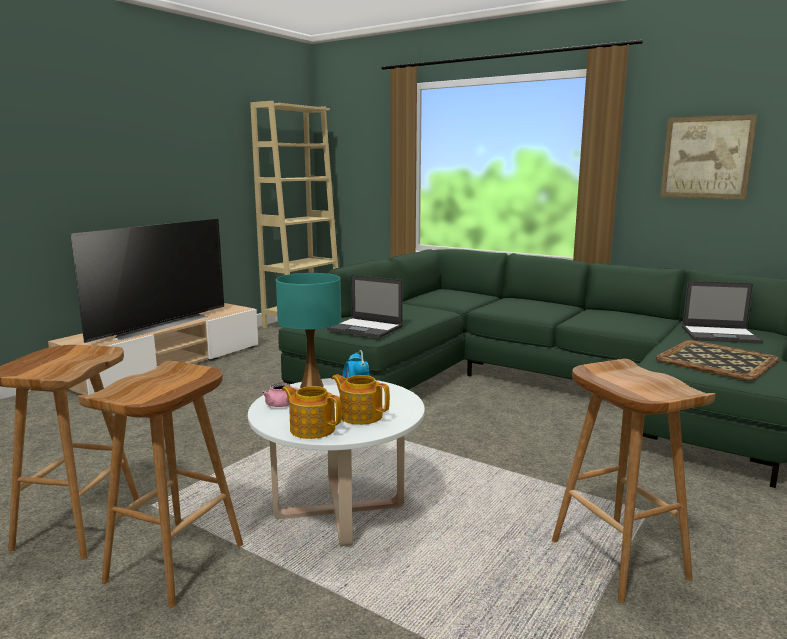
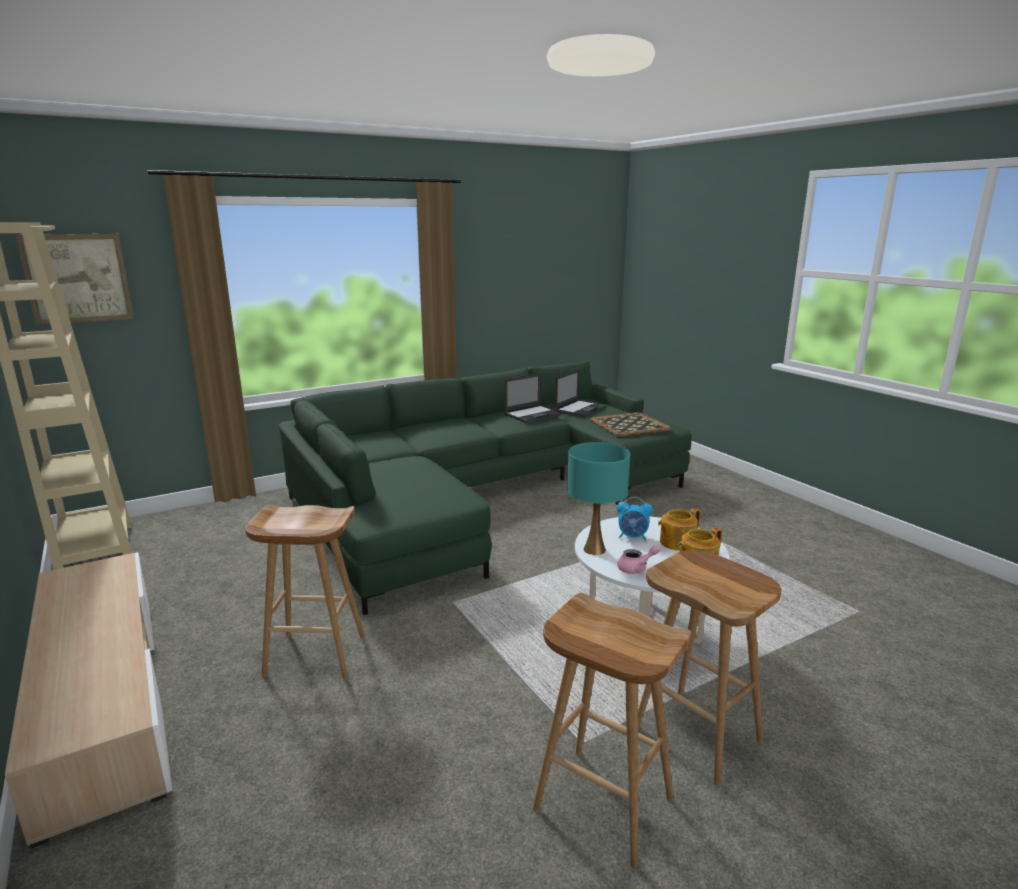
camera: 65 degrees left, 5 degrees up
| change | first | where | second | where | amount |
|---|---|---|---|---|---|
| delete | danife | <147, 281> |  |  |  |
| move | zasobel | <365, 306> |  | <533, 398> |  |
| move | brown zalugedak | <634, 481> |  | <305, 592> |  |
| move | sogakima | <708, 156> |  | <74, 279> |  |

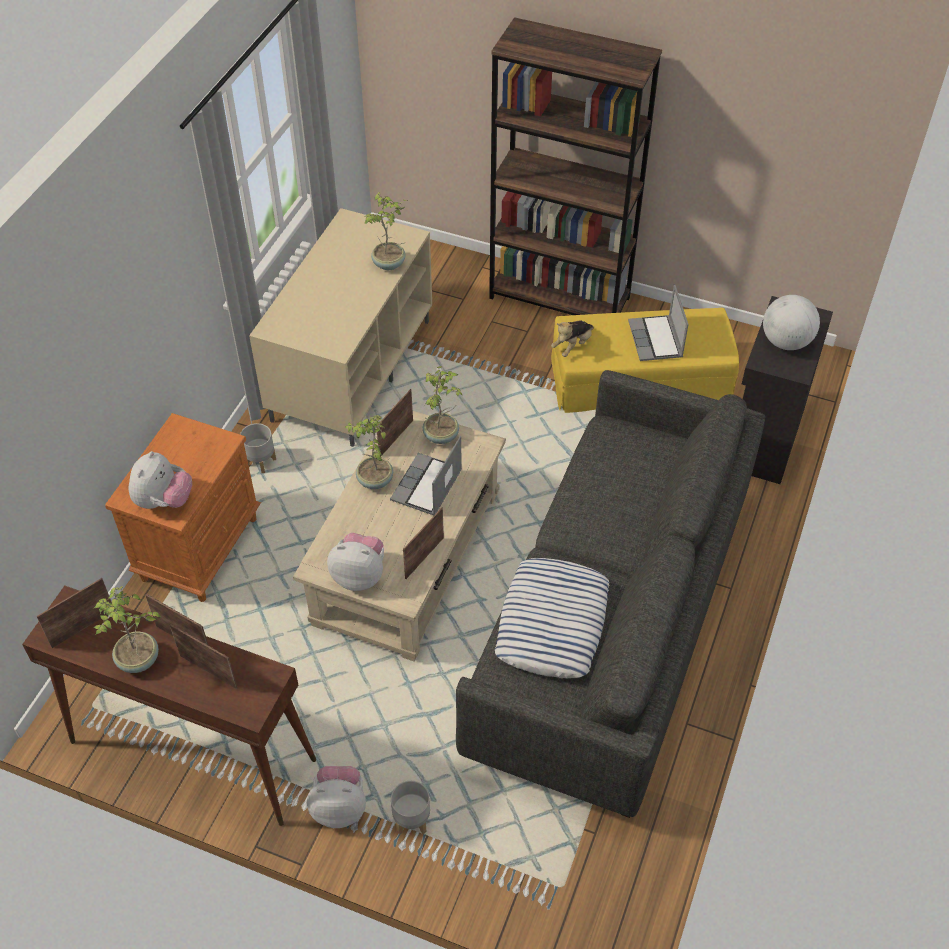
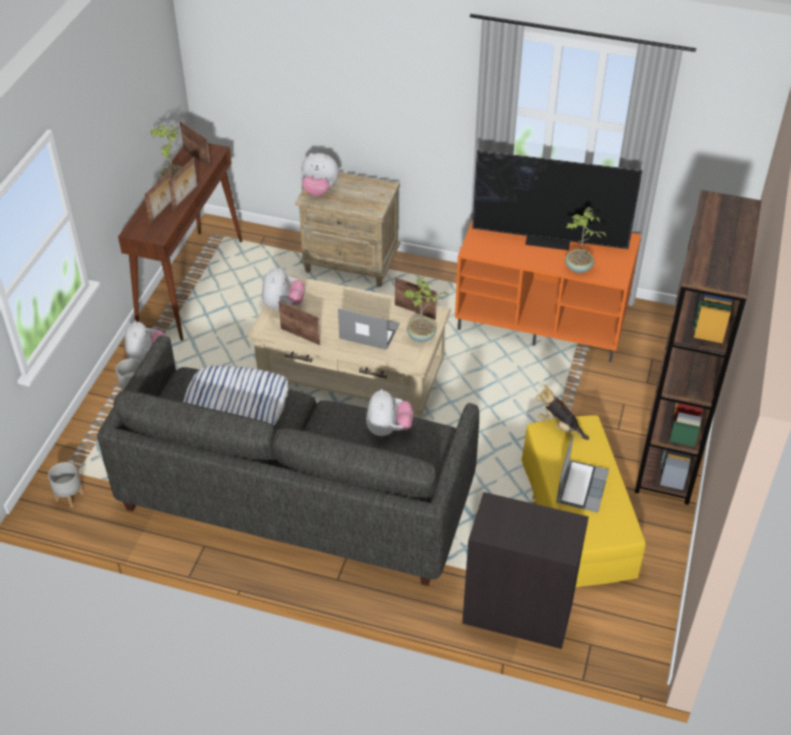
camera: 85 degrees right, 5 degrees down
| change | first | where | second | where | amount |
|---|---|---|---|---|---|
| recolor | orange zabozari | <183, 507> | beige zabozari | <348, 229> |  |
| move | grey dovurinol | <258, 448> |  | <66, 485> |  |
| recolor | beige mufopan | <340, 327> | orange mufopan | <548, 290> |  |
| delete | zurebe | <369, 452> |  |  |  |
| rotate | zasobel | <658, 322> |  | <582, 473> | 120 degrees clockwise |
| delete | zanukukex | <791, 322> |  |  |  |
| insert |  |  | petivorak | <389, 412> |  |
| insert |  |  | danife | <557, 200> |  |

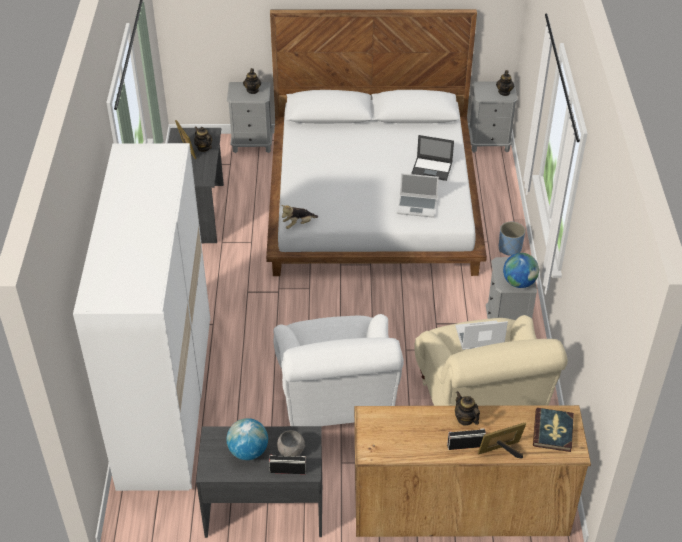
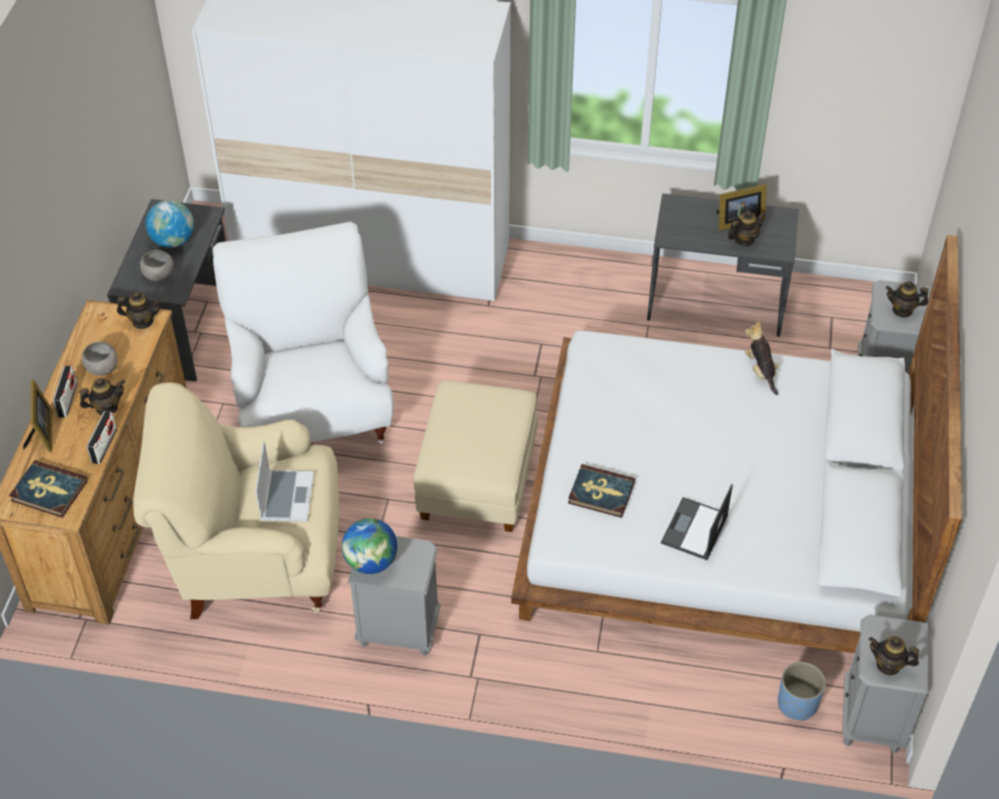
camera: 100 degrees right, 5 degrees up
| change | first | where | second | where | amount |
|---|---|---|---|---|---|
| move | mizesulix | <287, 464> |  | <102, 437> |  |
| rotate | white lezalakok | <338, 370> |  | <302, 333> | 75 degrees clockwise |
| move | petivorak | <299, 217> |  | <762, 357> |  |
| replace | zasobel | <418, 195> | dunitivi | <601, 491> |  |
| move | blue dovurinol | <512, 239> |  | <802, 691> |  |
| insert |  |  | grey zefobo | <100, 358> |  |
| insert |  |  | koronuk | <139, 310> |  |
| insert |  |  | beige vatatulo | <475, 456> |  |

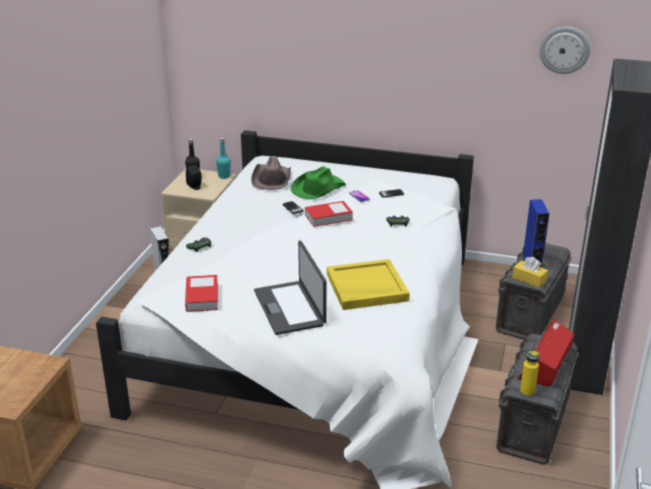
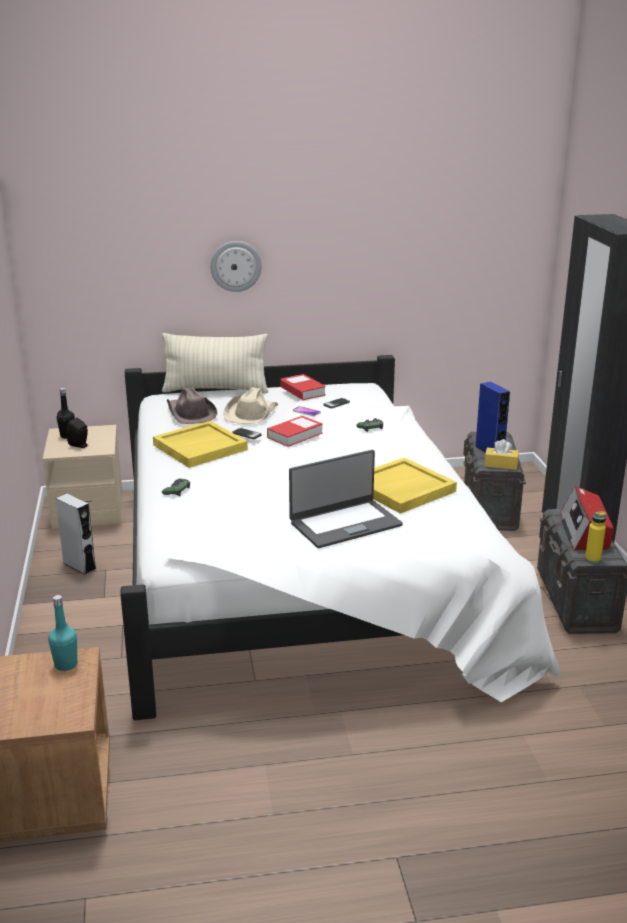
camera: 25 degrees left, 5 degrees down
| change | first | where | second | where | amount |
|---|---|---|---|---|---|
| move | dunitivi | <201, 293> |  | <303, 387> |  |
| move | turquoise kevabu | <223, 158> |  | <63, 633> |  |
| rotate | zasobel | <290, 287> |  | <346, 499> | 75 degrees counterclockwise |
| recolor | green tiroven | <318, 182> | beige tiroven | <250, 405> |  |
| move | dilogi | <565, 50> |  | <236, 266> |  |
| insert |  |  | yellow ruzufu | <200, 444> |  |
| insert |  |  | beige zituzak | <215, 363> |  |

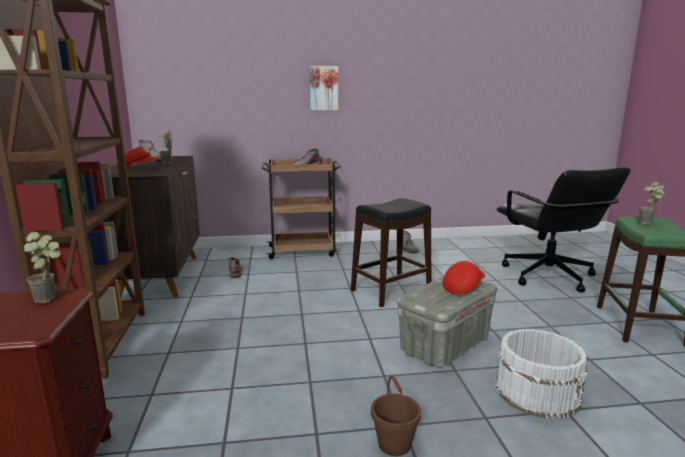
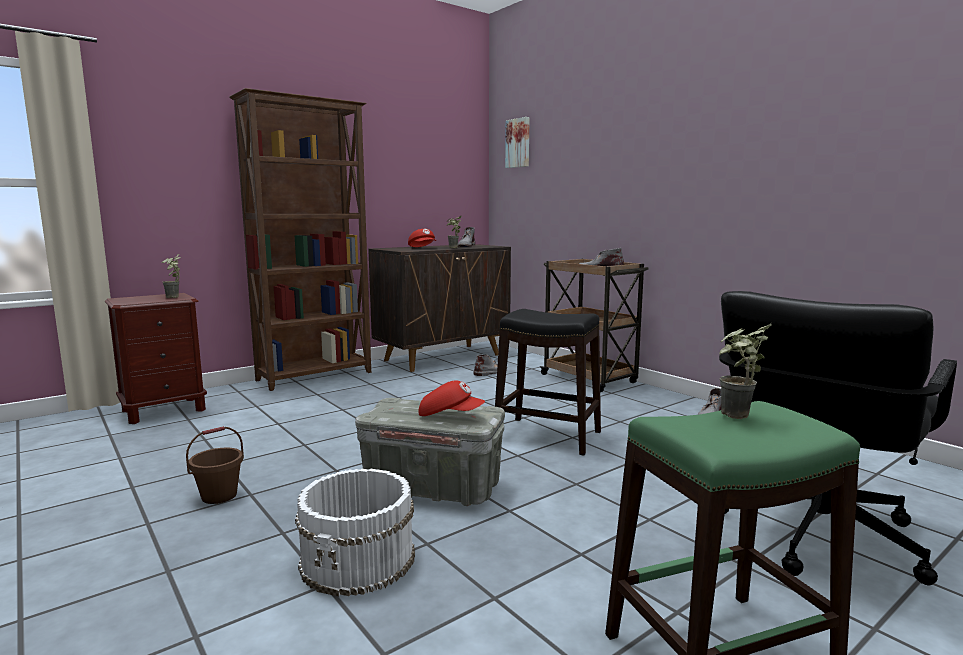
camera: 60 degrees right, 5 degrees down
| change | first | where | second | where | amount |
|---|---|---|---|---|---|
| move | sogakima | <324, 88> |  | <517, 142> |  |

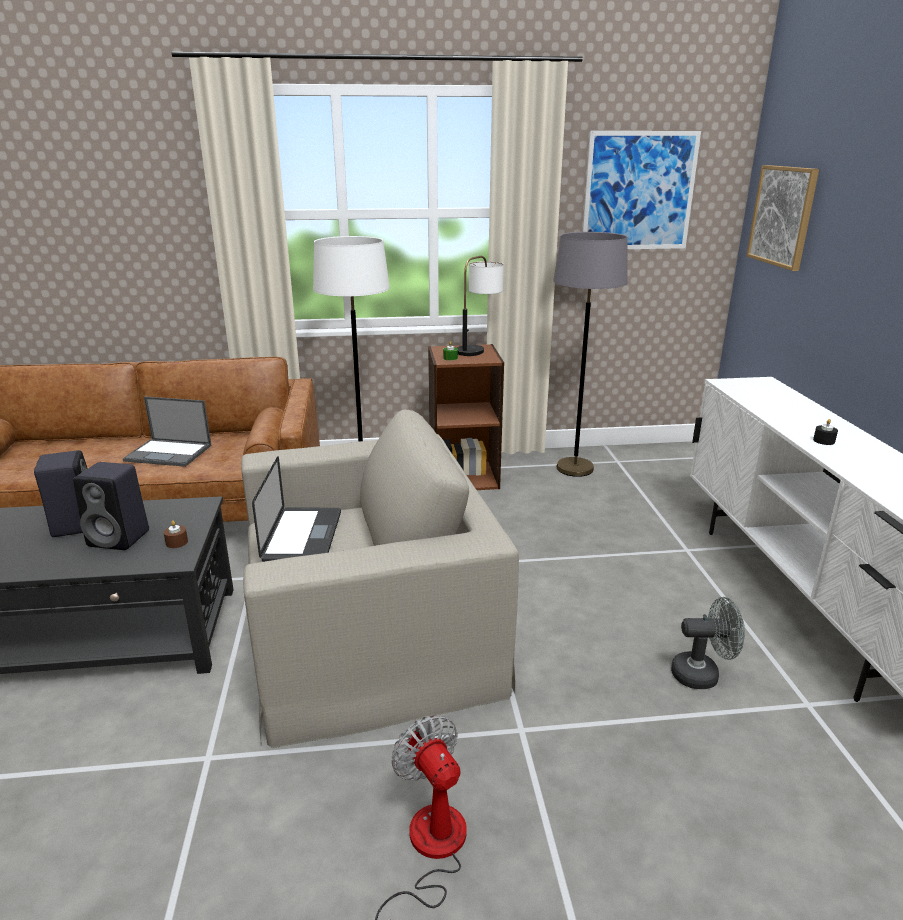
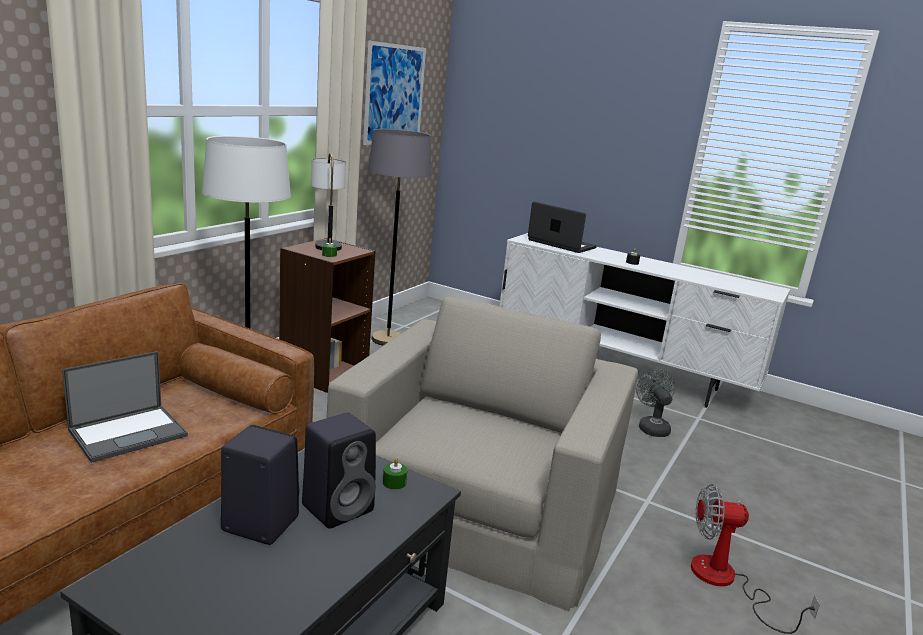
camera: 55 degrees left, 5 degrees down
| change | first | where | second | where | amount |
|---|---|---|---|---|---|
| recolor | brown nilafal | <176, 534> | green nilafal | <395, 474> |  |
| move | zasobel | <296, 509> |  | <562, 227> |  |
| rotate | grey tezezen | <708, 643> |  | <656, 403> | 45 degrees counterclockwise |
| delete | sogakima | <783, 218> |  |  |  |

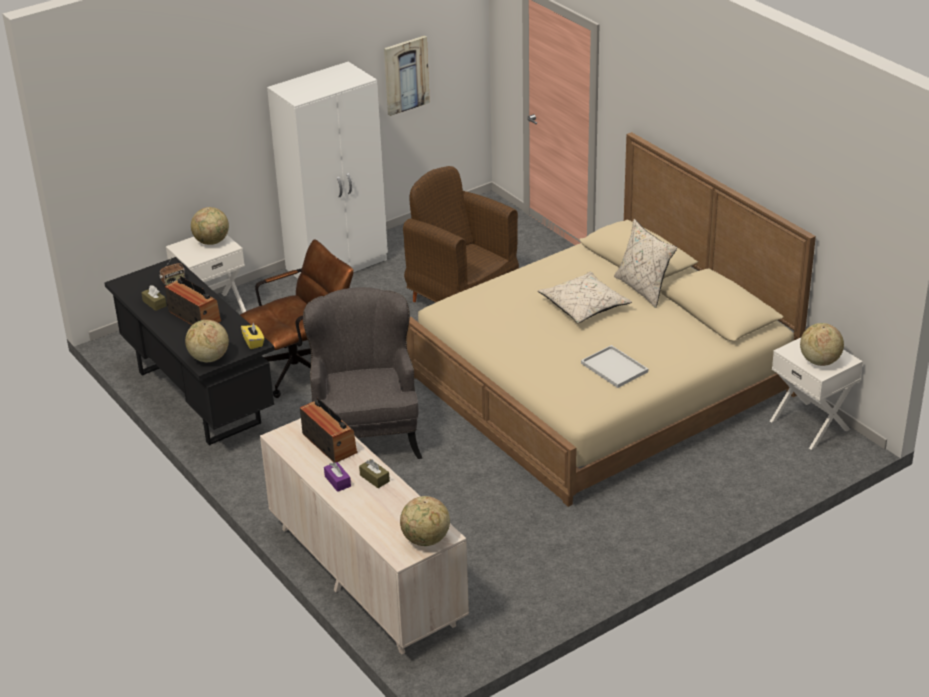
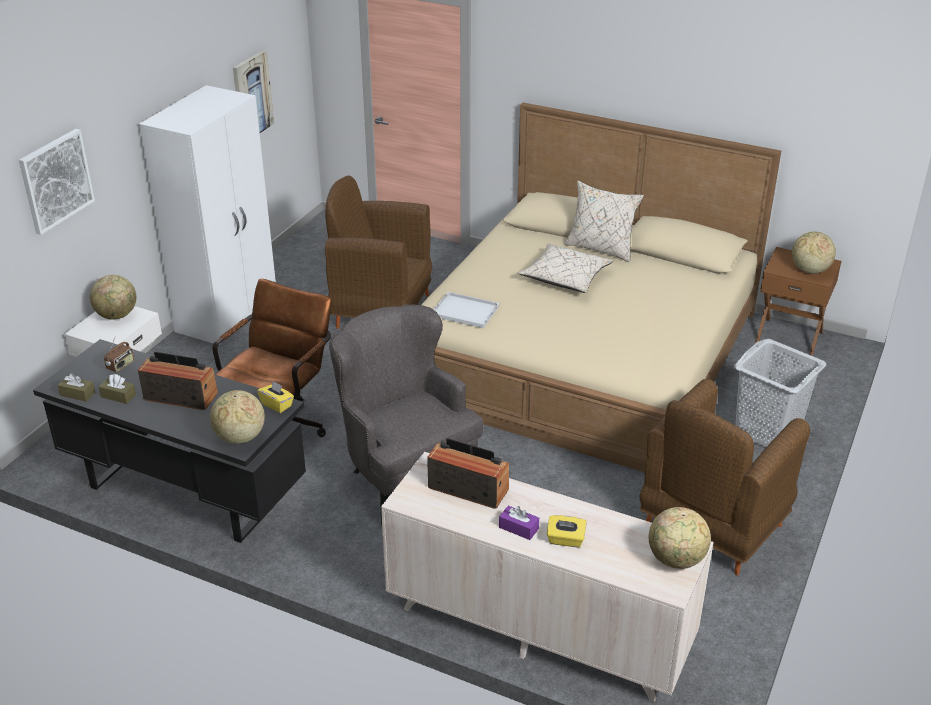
camera: 30 degrees left, 0 degrees up
| change | first | where | second | where | amount |
|---|---|---|---|---|---|
| move | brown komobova | <374, 473> |  | <77, 387> |  |
| move | white ruzufu | <614, 366> |  | <466, 310> |  |
| recolor | white zabozari | <816, 394> | brown zabozari | <798, 301> |  |
| insert |  |  | sogakima | <57, 182> |  |
| insert |  |  | yellow komobova | <567, 531> |  |
| insert |  |  | brown lezalakok | <724, 477> |  |
| insert |  |  | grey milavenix | <780, 393> |  |

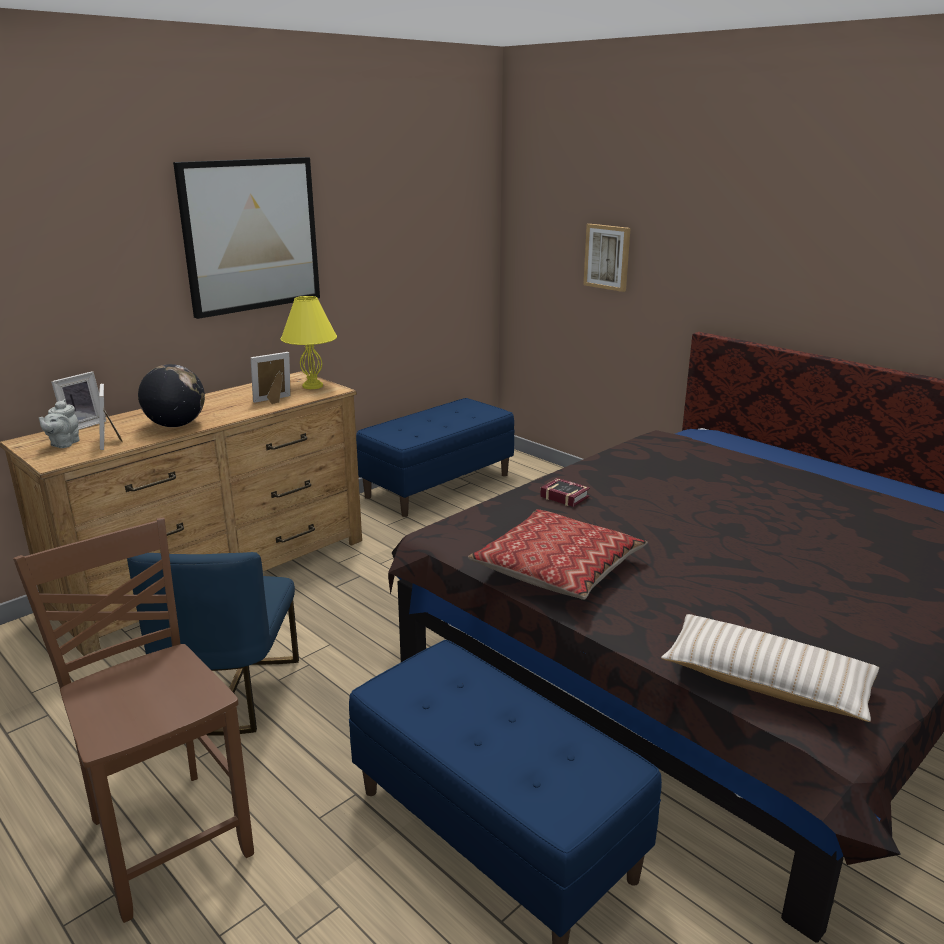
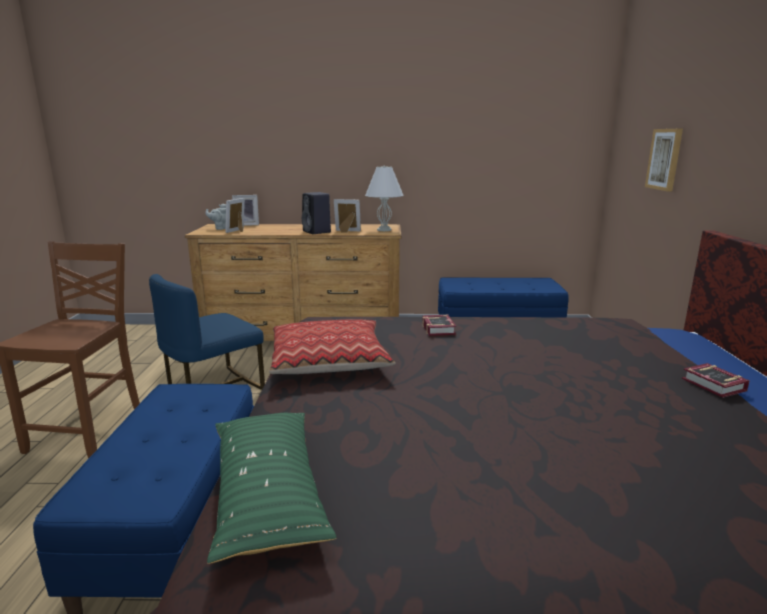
camera: 45 degrees right, 5 degrees down
| change | first | where | second | where | amount |
|---|---|---|---|---|---|
| delete | zanukukex | <171, 395> |  |  |  |
| delete | sogakima | <246, 238> |  |  |  |
| recolor | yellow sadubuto | <309, 342> | white sadubuto | <384, 198> |  |
| recolor | beige zituzak | <770, 668> | green zituzak | <272, 488> |  |
| insert |  |  | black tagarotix | <316, 213> |  |
| insert |  |  | dunitivi | <715, 380> |  |

